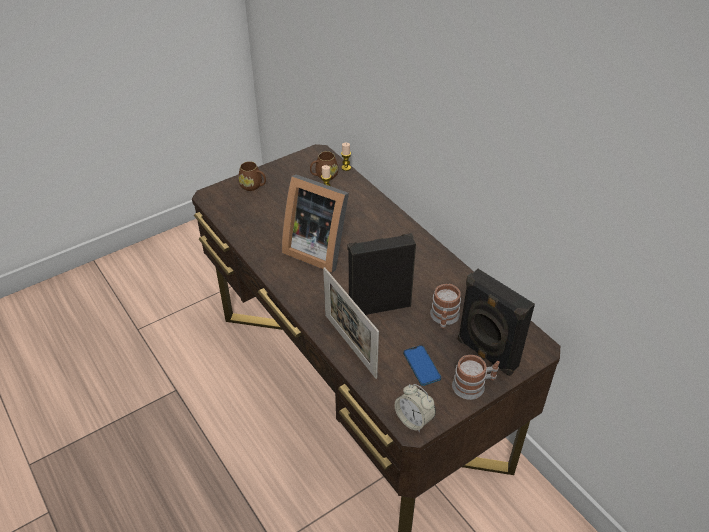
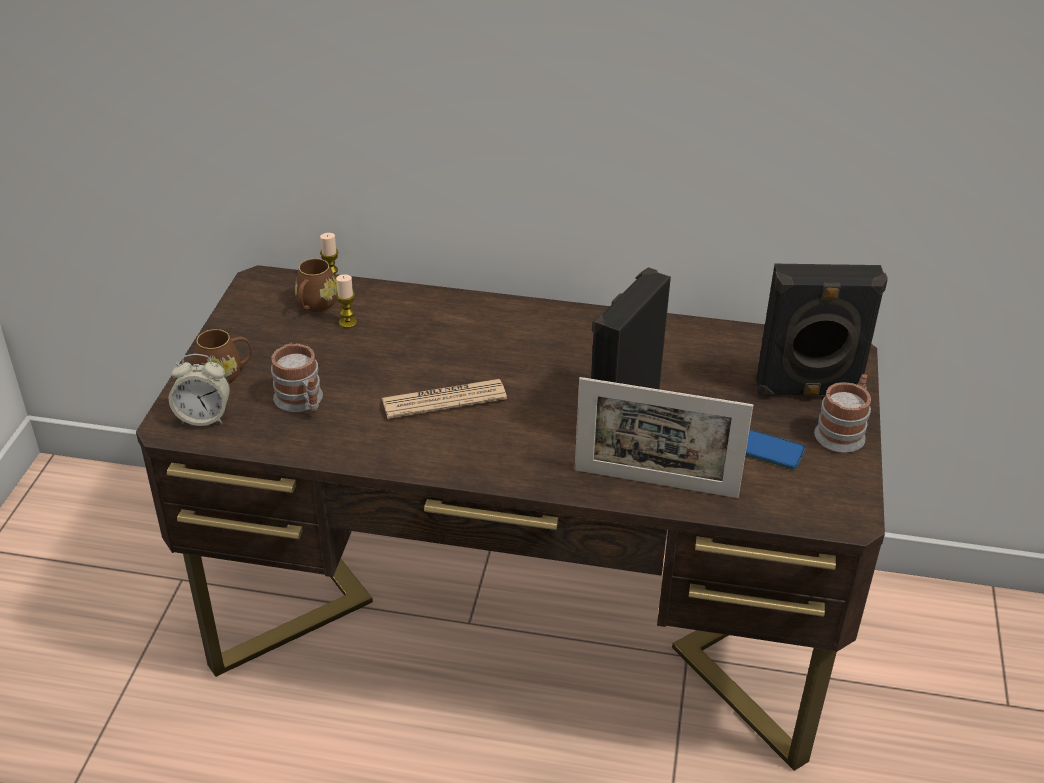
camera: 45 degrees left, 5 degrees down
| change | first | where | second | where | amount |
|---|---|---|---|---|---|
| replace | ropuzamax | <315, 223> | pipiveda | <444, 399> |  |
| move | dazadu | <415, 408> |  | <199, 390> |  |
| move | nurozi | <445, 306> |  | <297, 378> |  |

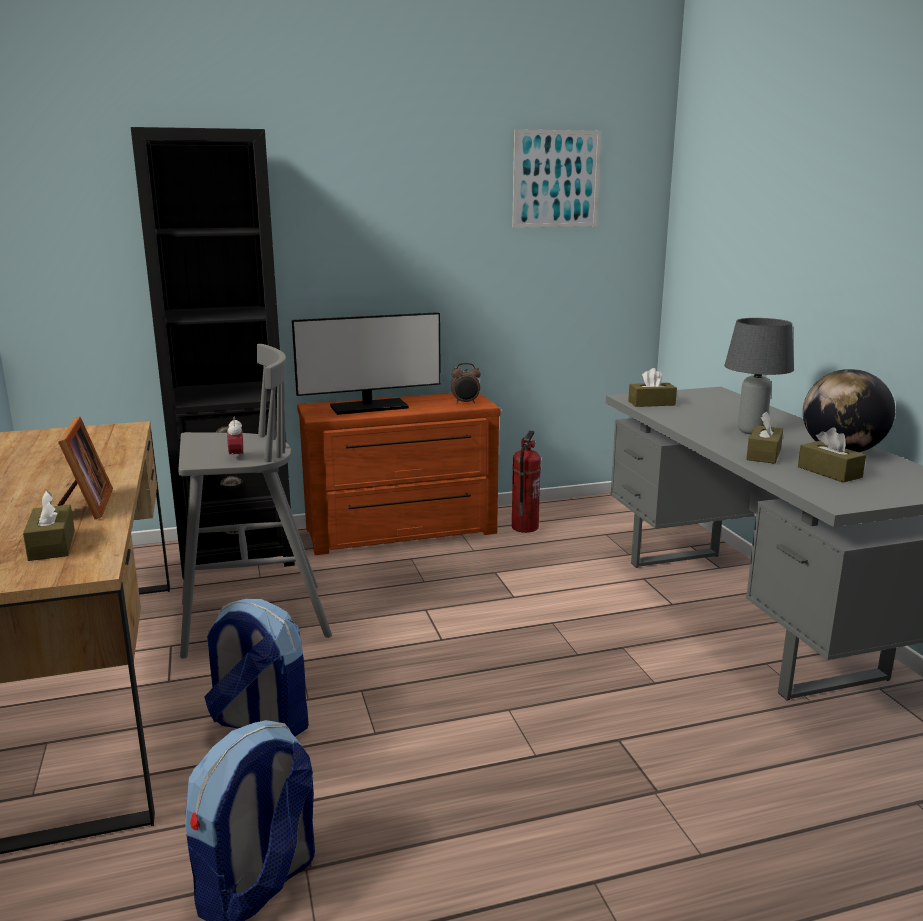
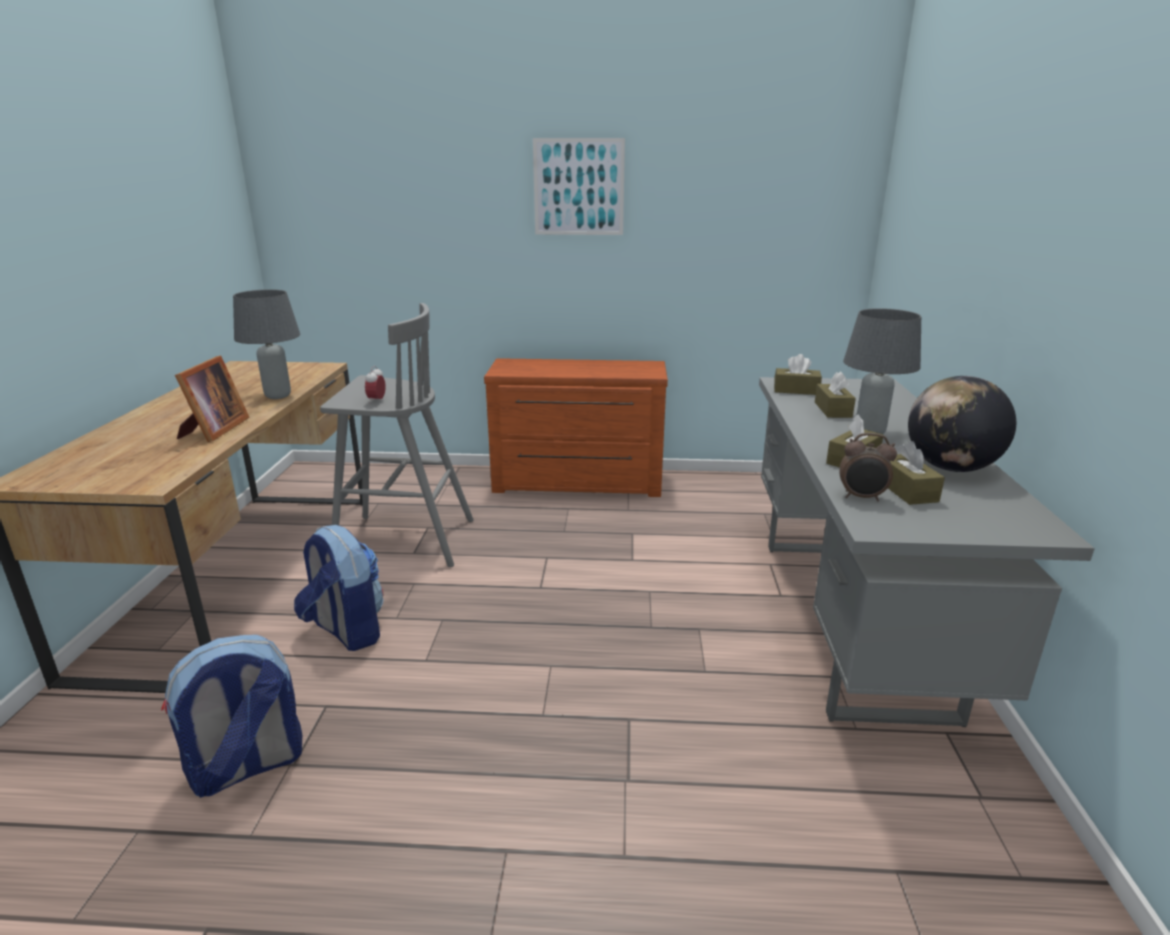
camera: 20 degrees right, 5 degrees up
| change | first | where | second | where | amount |
|---|---|---|---|---|---|
| move | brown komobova | <49, 526> |  | <835, 394> |  |
| delete | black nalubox | <213, 353> |  |  |  |
| delete | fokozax | <366, 363> |  |  |  |
| move | dazadu | <466, 383> |  | <868, 467> |  |
| move | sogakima | <556, 178> |  | <579, 186> |  |
| delete | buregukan | <526, 482> |  |  |  |
| insert |  |  | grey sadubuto | <266, 344> |  |

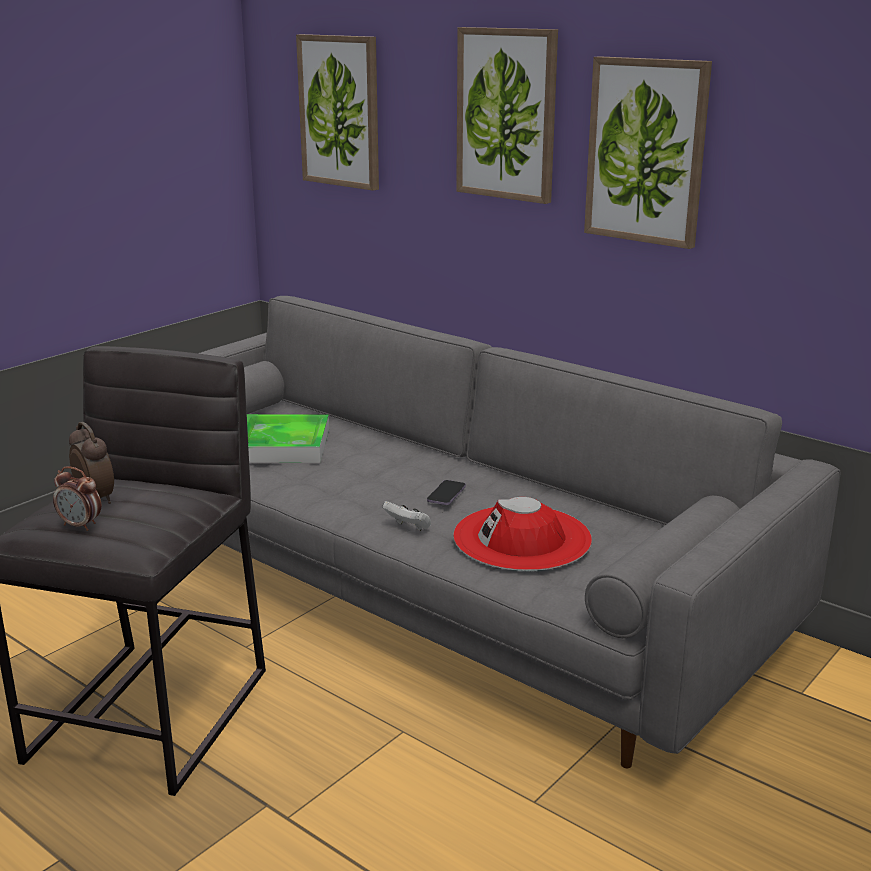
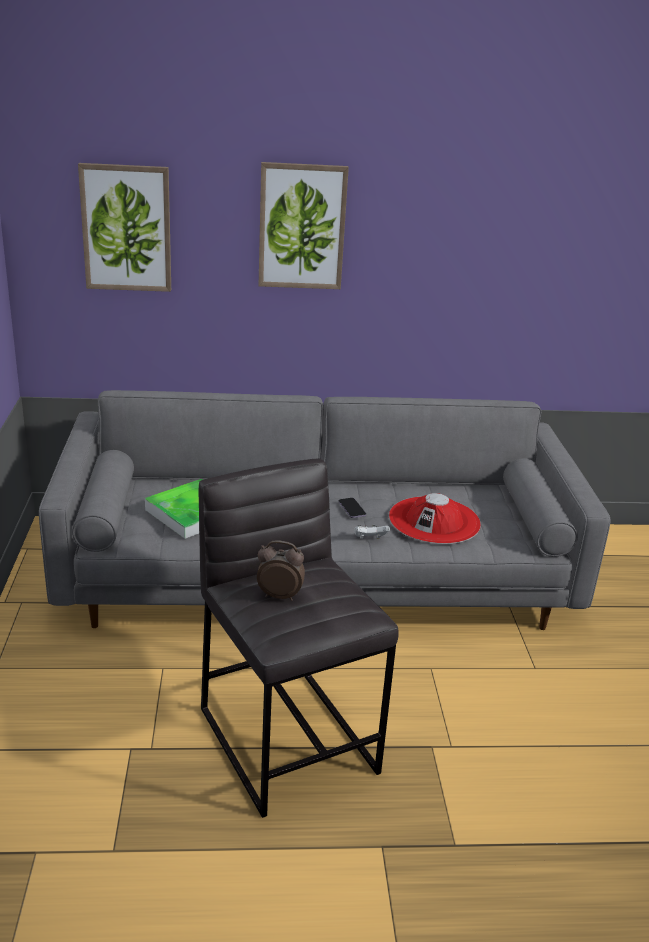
camera: 45 degrees left, 5 degrees up
| change | first | where | second | where | amount |
|---|---|---|---|---|---|
| delete | dazadu | <77, 498> |  |  |  |
| delete | sogakima | <648, 152> |  |  |  |

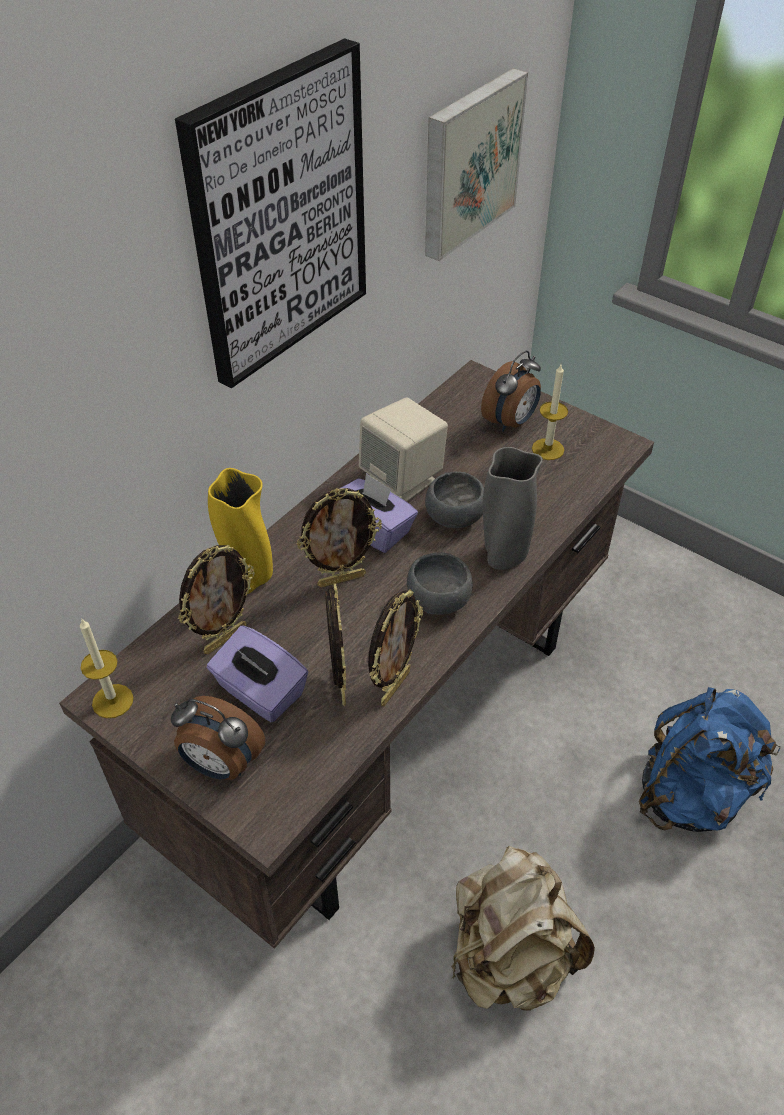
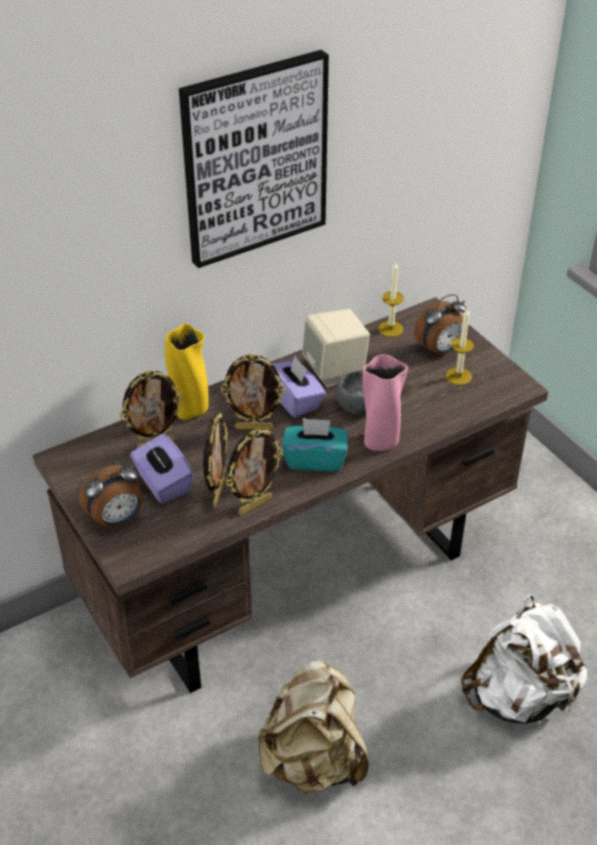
camera: 20 degrees right, 5 degrees down
| change | first | where | second | where | amount |
|---|---|---|---|---|---|
| move | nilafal | <106, 668> |  | <391, 299> |  |
| rotate | dazadu | <218, 738> |  | <110, 494> | 75 degrees counterclockwise |
| replace | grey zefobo | <440, 583> | turquoise komobova | <315, 445> |  |
| delete | sogakima | <476, 164> |  |  |  |
| recolor | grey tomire | <513, 508> | pink tomire | <385, 403> |  |
| recolor | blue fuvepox | <710, 759> | white fuvepox | <524, 658> |  |

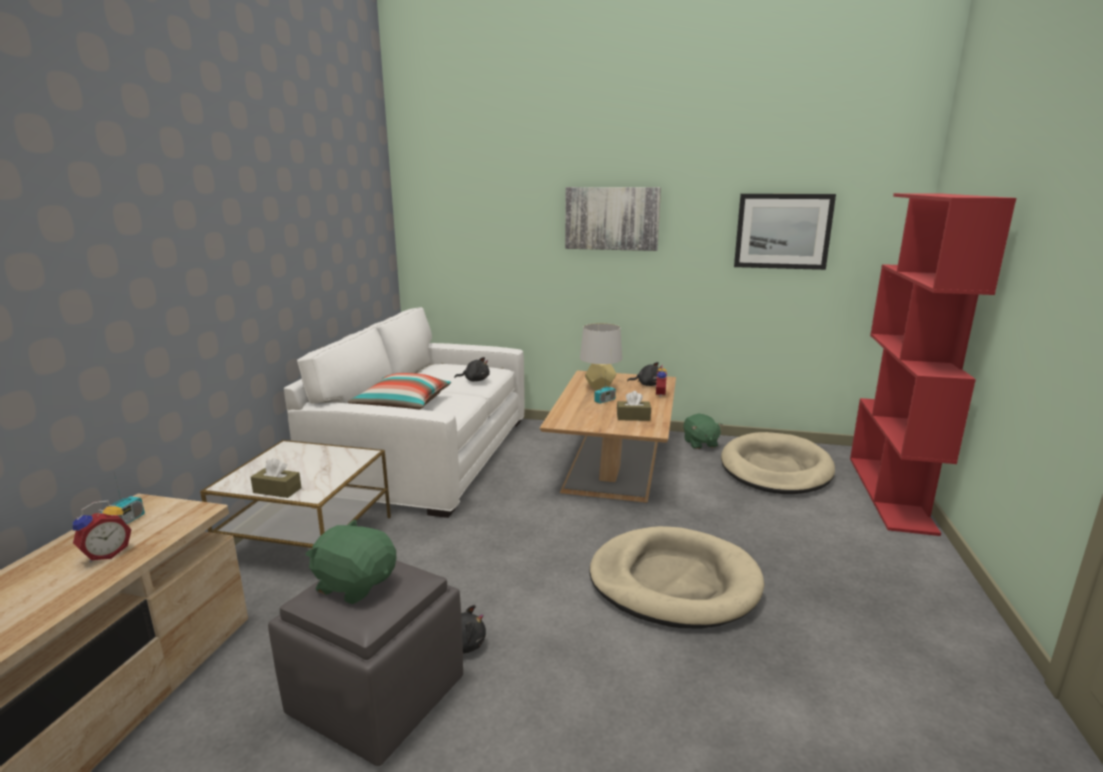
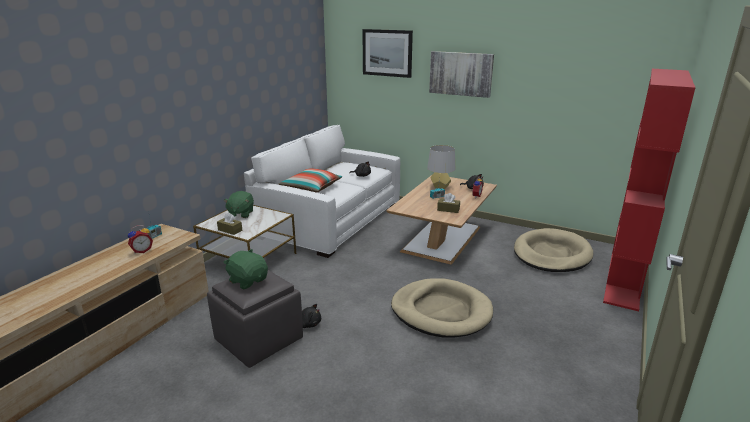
camera: 15 degrees right, 5 degrees up
| change | first | where | second | where | amount |
|---|---|---|---|---|---|
| move | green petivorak | <703, 431> |  | <239, 204> |  |
| move | sogakima | <785, 232> |  | <387, 53> |  |

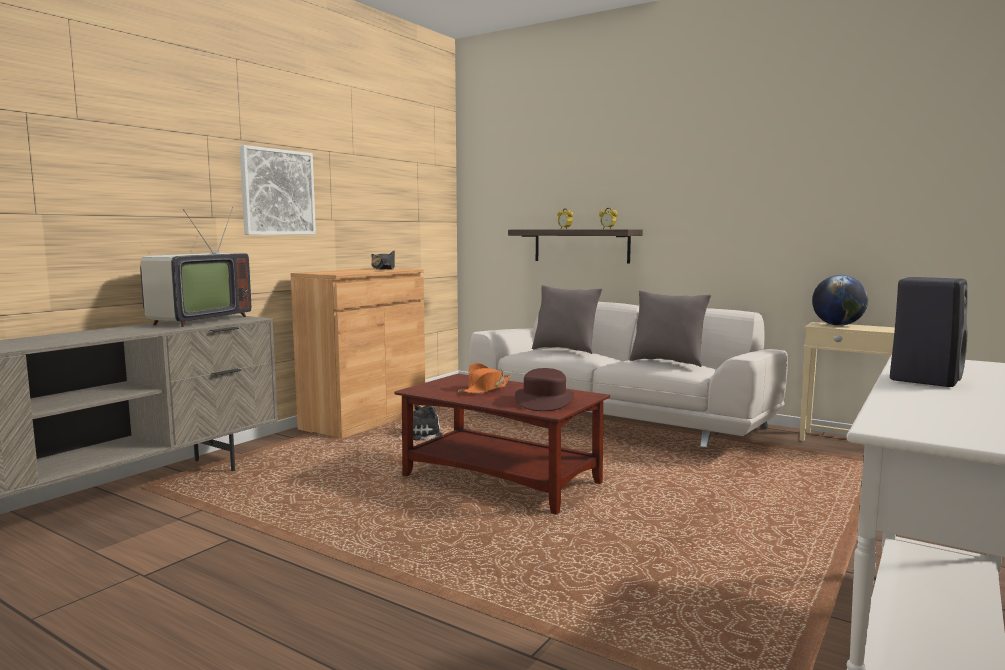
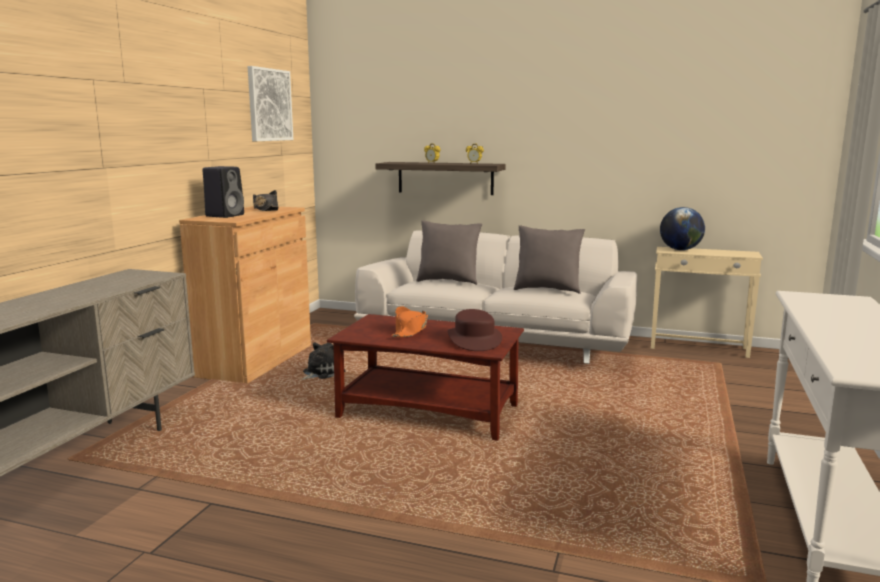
camera: 15 degrees left, 5 degrees up
| change | first | where | second | where | amount |
|---|---|---|---|---|---|
| delete | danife | <195, 267> |  |  |  |
| move | sogakima | <278, 190> |  | <270, 103> |  |
| move | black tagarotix | <929, 332> |  | <223, 192> |  |

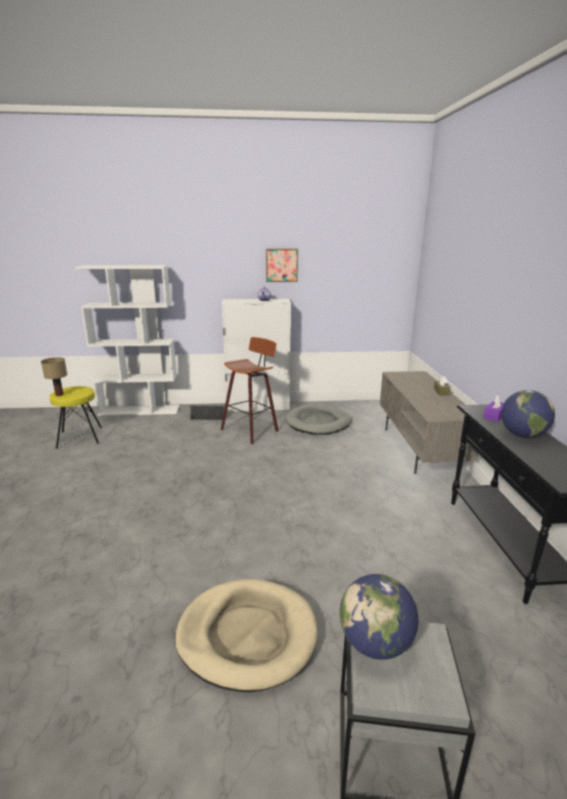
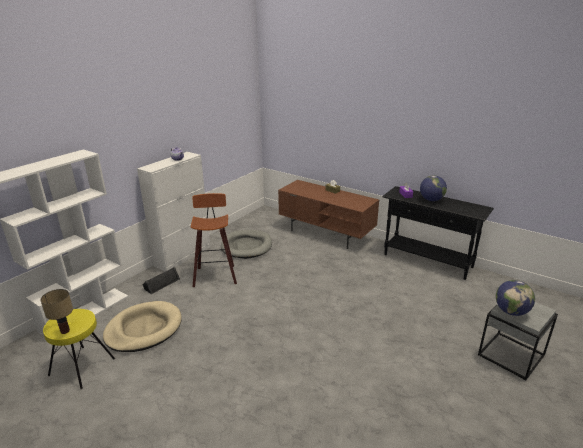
camera: 50 degrees left, 5 degrees up
| change | first | where | second | where | amount |
|---|---|---|---|---|---|
| move | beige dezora | <246, 635> |  | <142, 326> |  |
| delete | sogakima | <282, 265> |  |  |  |
| recolor | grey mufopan | <429, 422> | brown mufopan | <328, 214> |  |

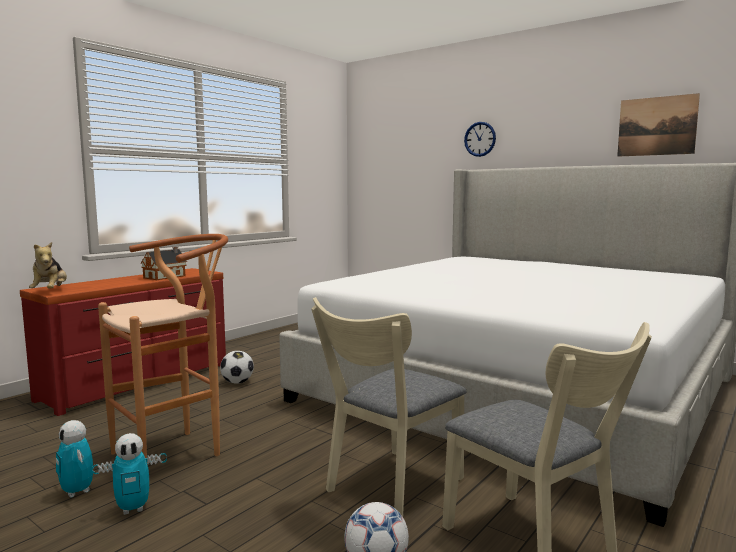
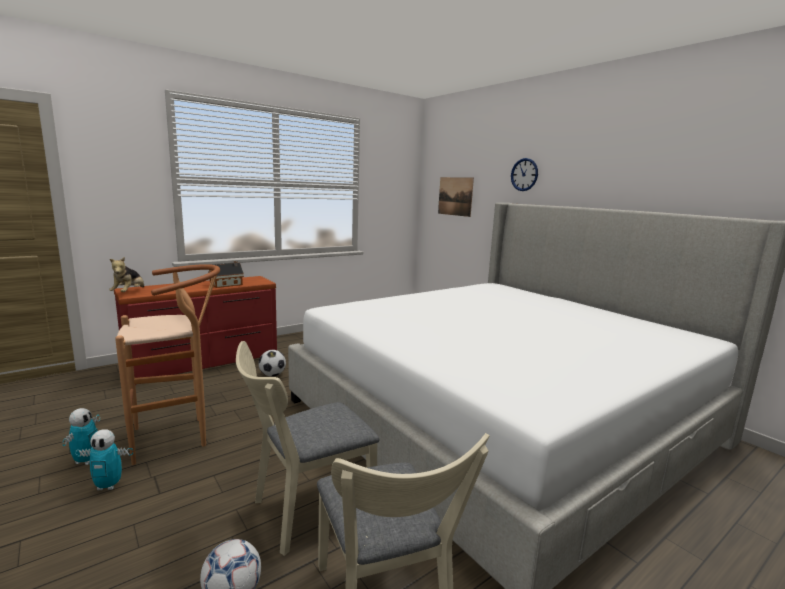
camera: 15 degrees right, 5 degrees up
| change | first | where | second | where | amount |
|---|---|---|---|---|---|
| rotate | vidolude | <74, 458> |  | <81, 436> | 150 degrees counterclockwise |
| move | sogakima | <658, 125> |  | <456, 197> |  |

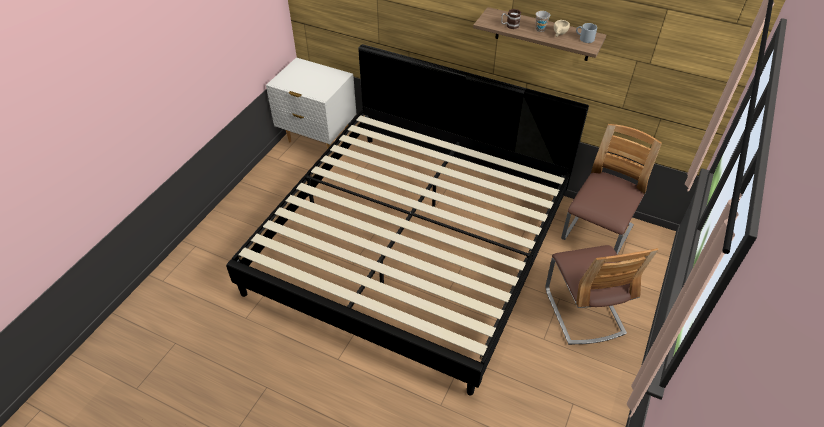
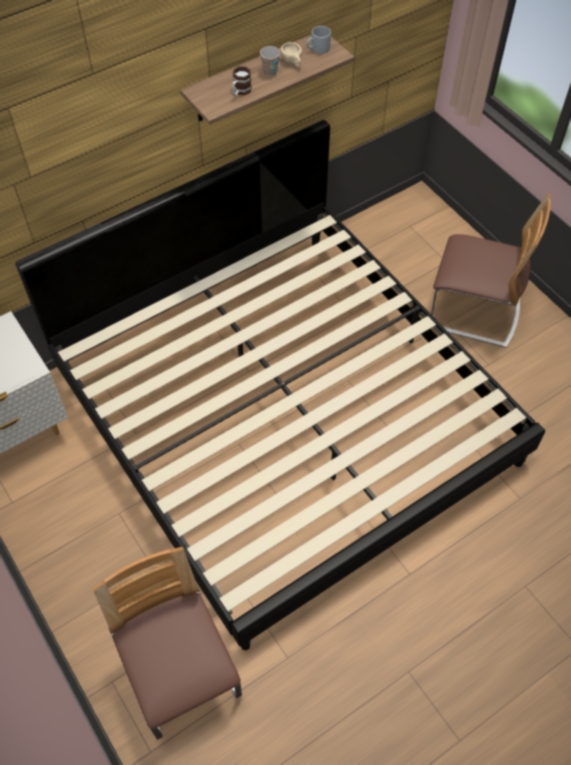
camera: 60 degrees left, 10 degrees up
| change | first | where | second | where | amount |
|---|---|---|---|---|---|
| move | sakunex | <611, 189> |  | <167, 643> |  |

